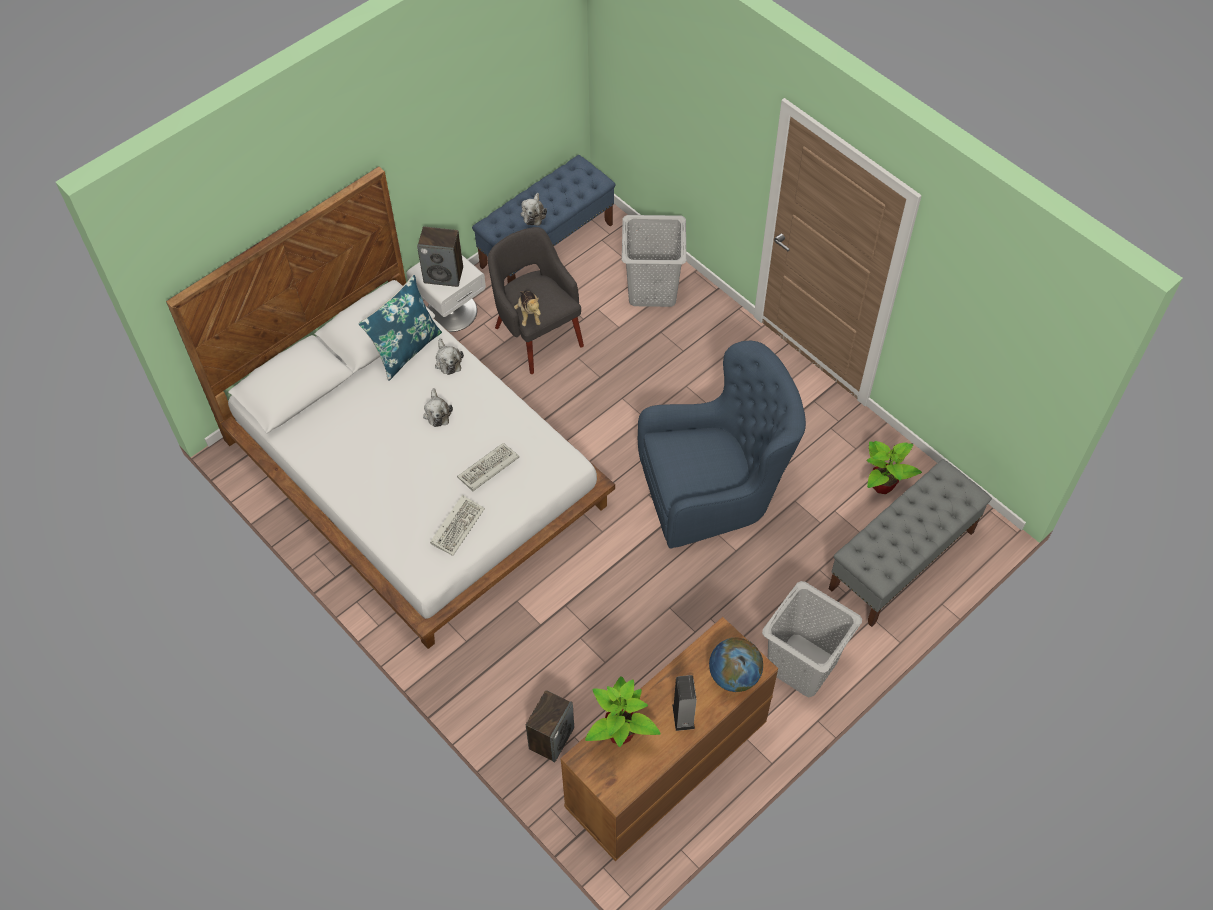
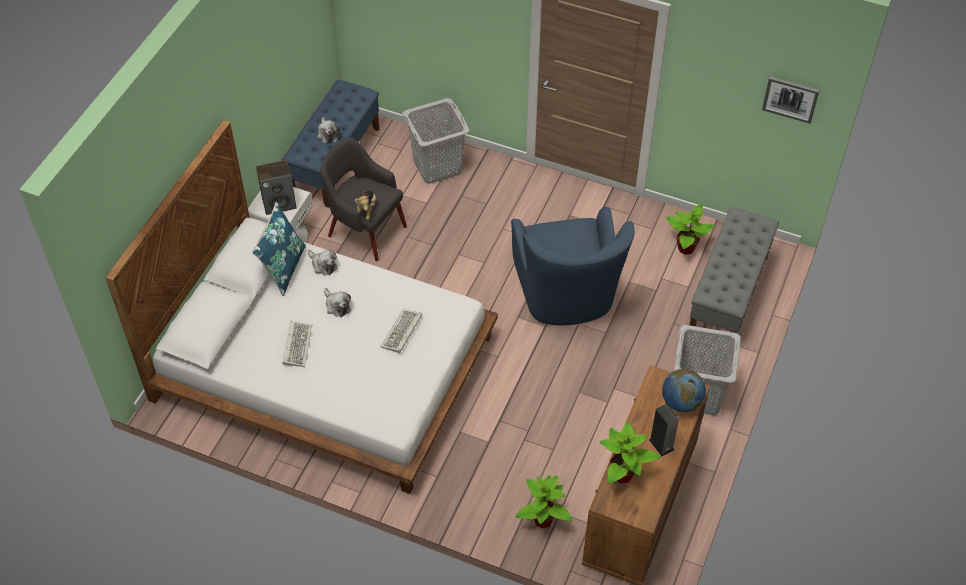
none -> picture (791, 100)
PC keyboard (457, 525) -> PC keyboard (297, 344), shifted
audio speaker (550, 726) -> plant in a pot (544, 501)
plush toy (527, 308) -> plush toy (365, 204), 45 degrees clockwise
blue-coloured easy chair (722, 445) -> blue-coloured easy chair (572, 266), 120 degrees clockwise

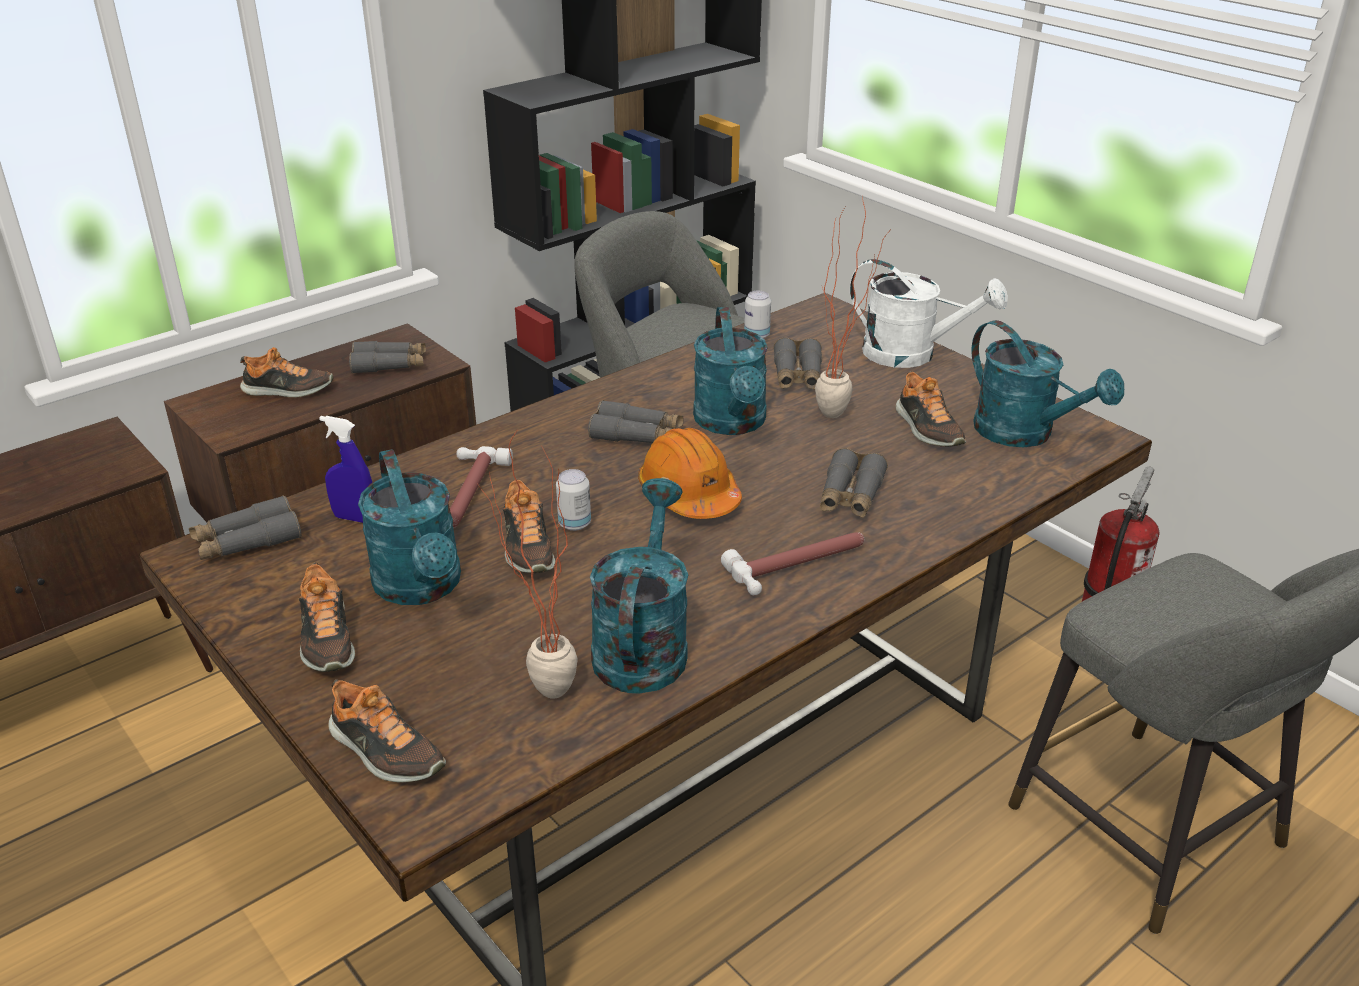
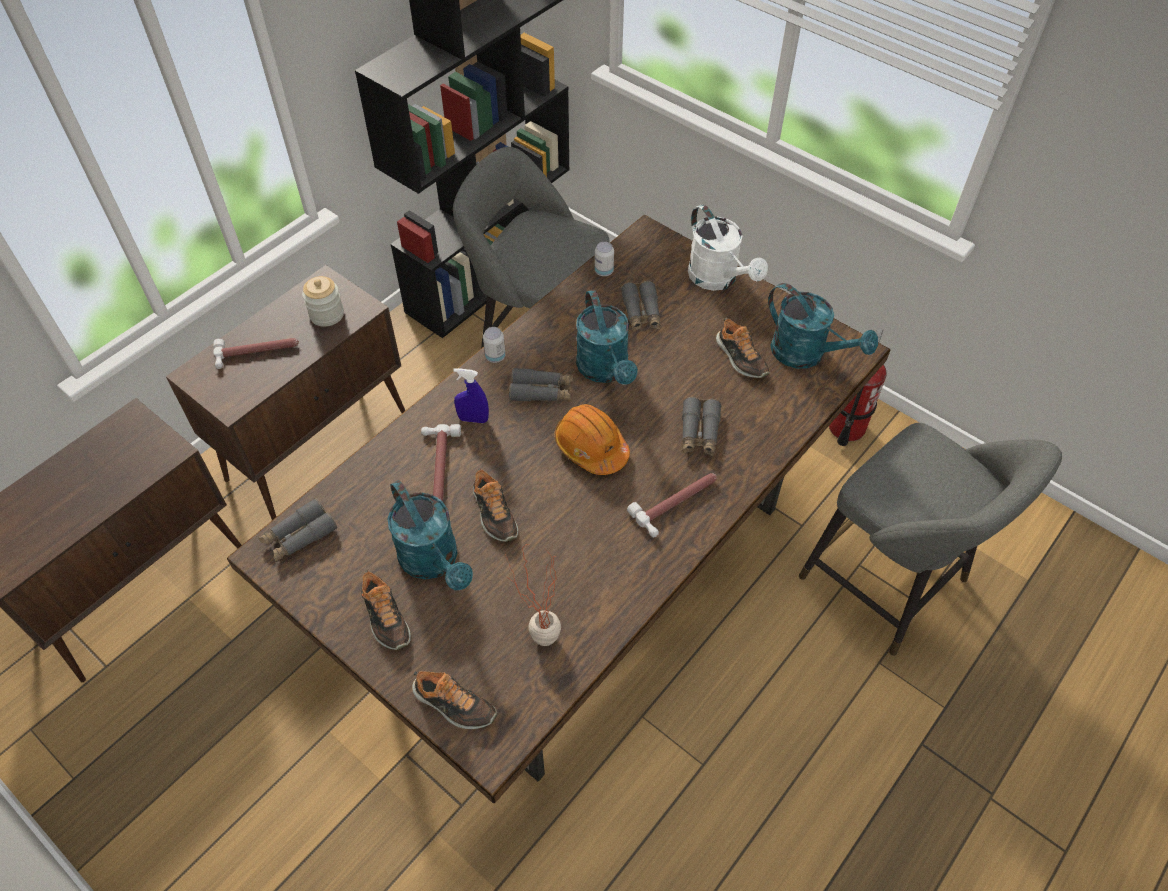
turquoise watering pot (639, 586) -> none
plant in a pot (852, 307) -> none
blue-coloured sprayer (345, 469) -> blue-coloured sprayer (471, 395), shifted
metal can (573, 500) -> metal can (494, 345), shifted
item of footwear (286, 372) -> hammer (256, 353)
grey field glasses (387, 357) -> storage jar (323, 301)
white-coloured watering pot (929, 313) -> white-coloured watering pot (728, 247), 45 degrees clockwise

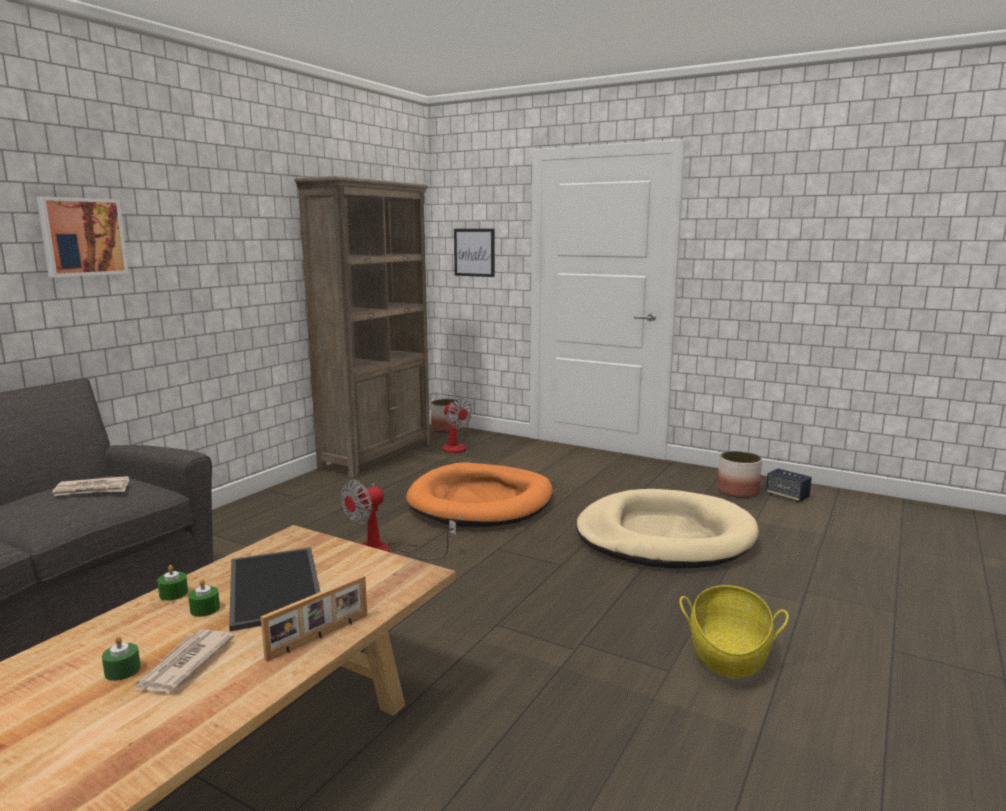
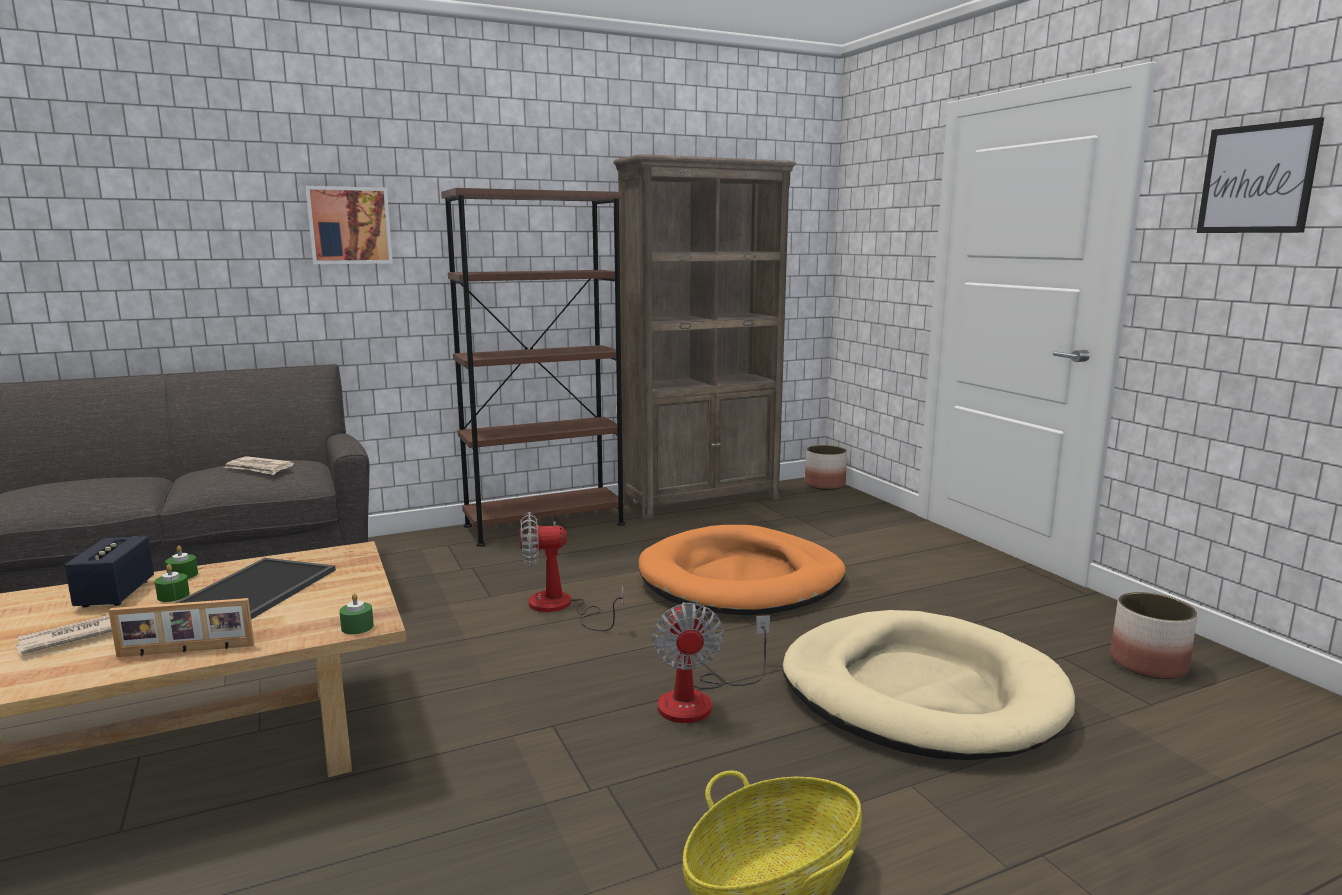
none -> brownish shelving unit (533, 367)
green-coloured wax light (121, 658) -> green-coloured wax light (356, 613), shifted
electric fan (457, 425) -> electric fan (711, 662), shifted
picture (474, 253) -> picture (1260, 175), shifted
audio speaker (789, 485) -> audio speaker (109, 572), shifted

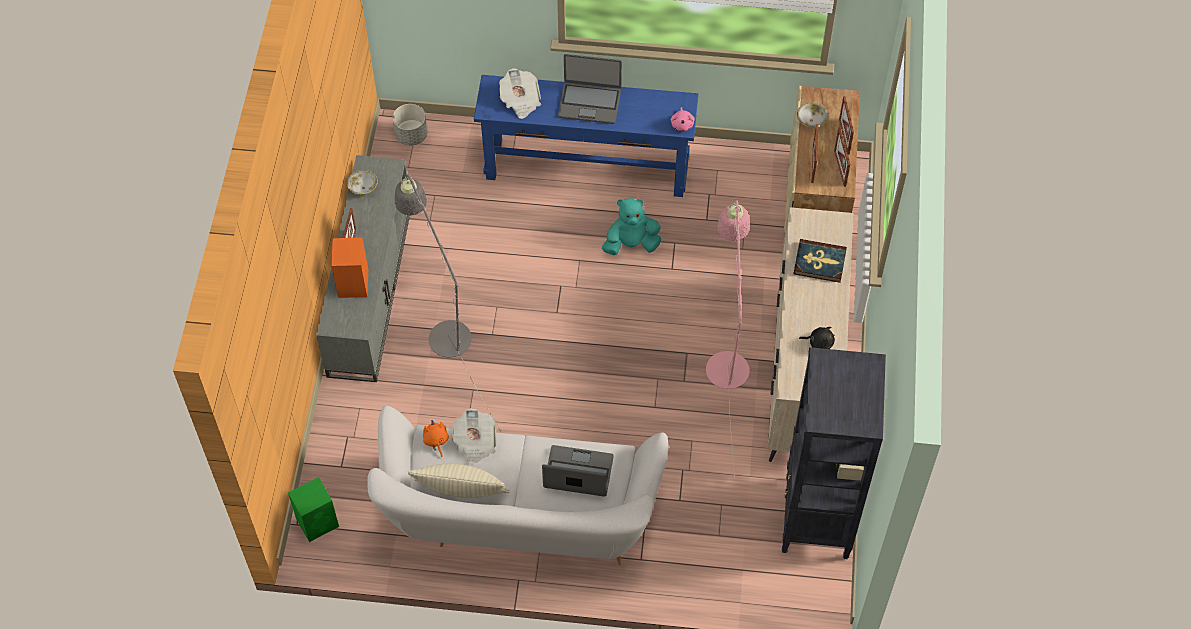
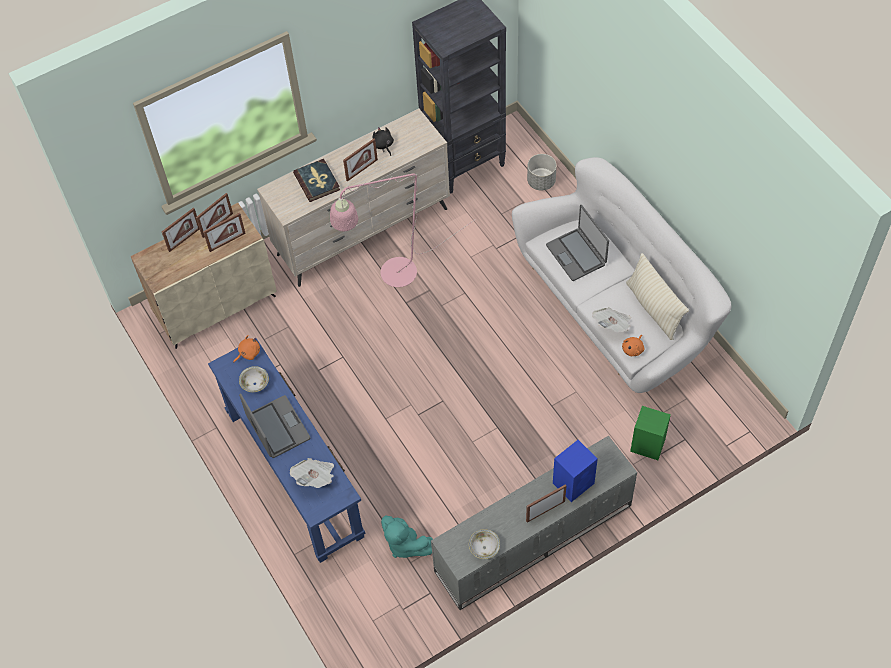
grey standing lamp (448, 303) -> none
none -> photo frame (360, 160)
green-coloured audio speaker (313, 509) -> green-coloured audio speaker (650, 433), shifted
grey flower pot (410, 125) -> grey flower pot (542, 172), shifted
turquoise plush toy (631, 226) -> turquoise plush toy (407, 536), shifted
bowl (812, 115) -> bowl (254, 379), shifted
orange audio speaker (349, 268) -> blue-coloured audio speaker (575, 471)
pink plush toy (683, 119) -> orange plush toy (246, 349)

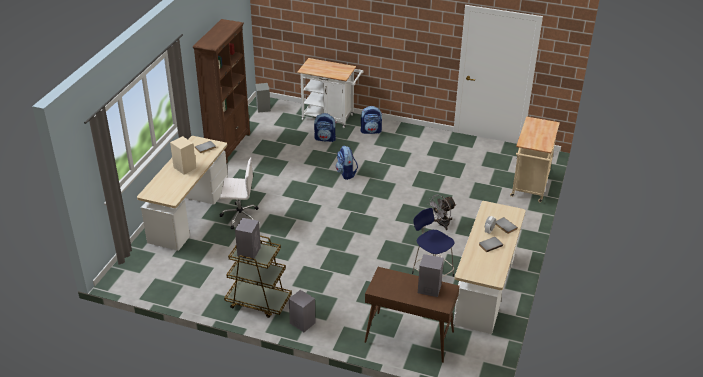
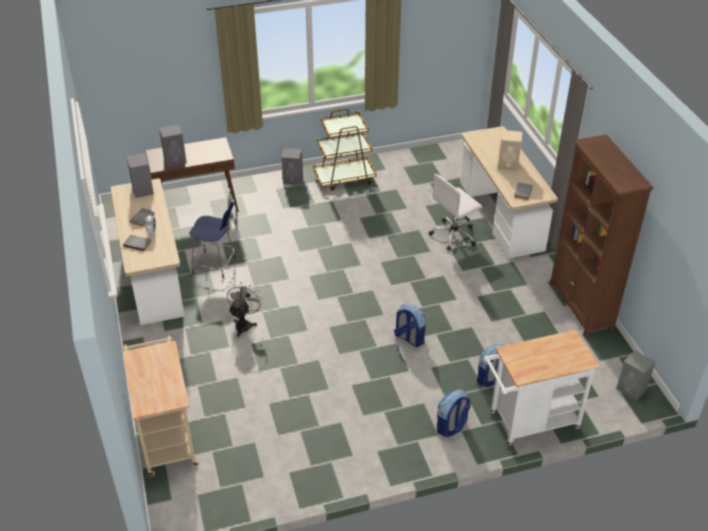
grey audio speaker (248, 239) -> grey audio speaker (140, 175), shifted

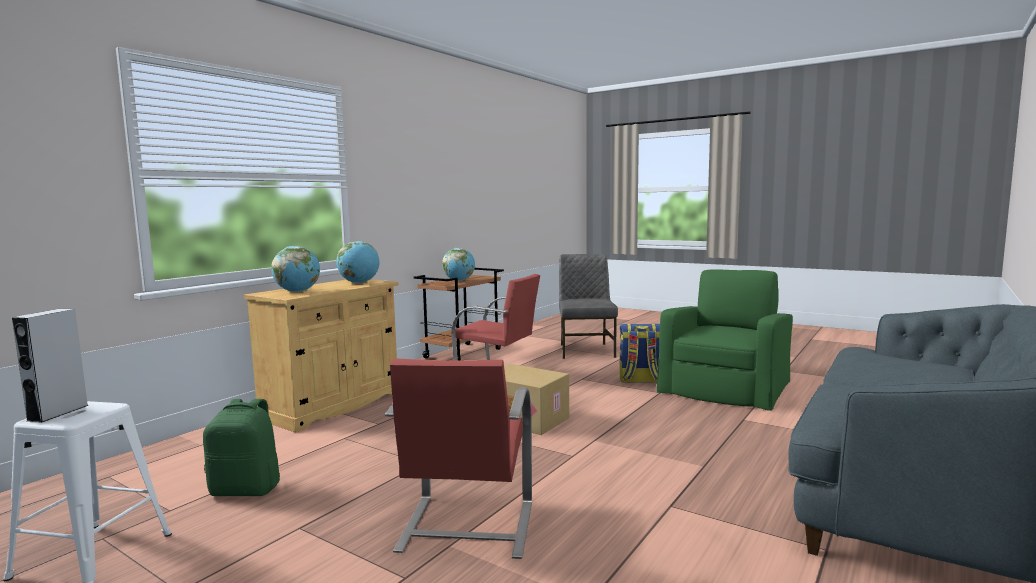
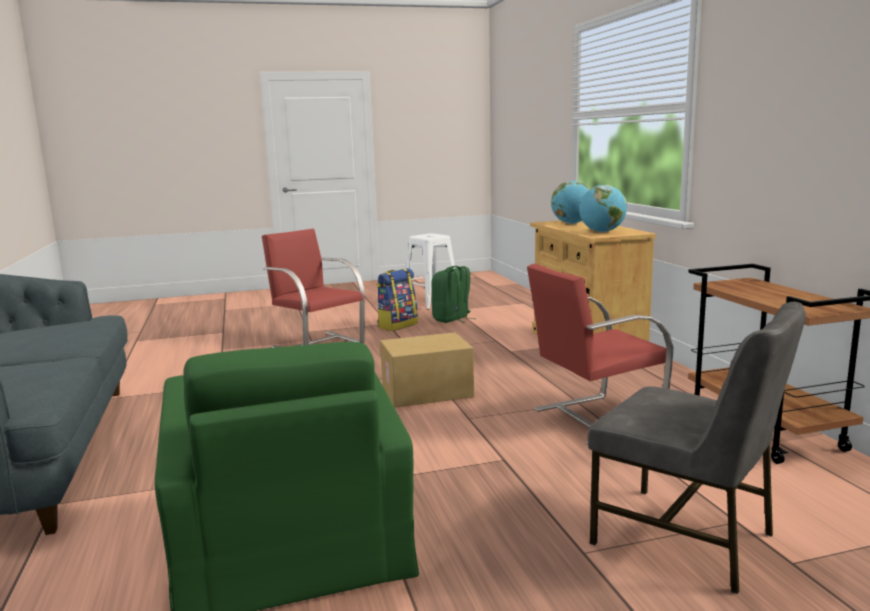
grey audio speaker (50, 365) -> none
desk globe (458, 264) -> none
knapsack (639, 353) -> knapsack (397, 299), shifted

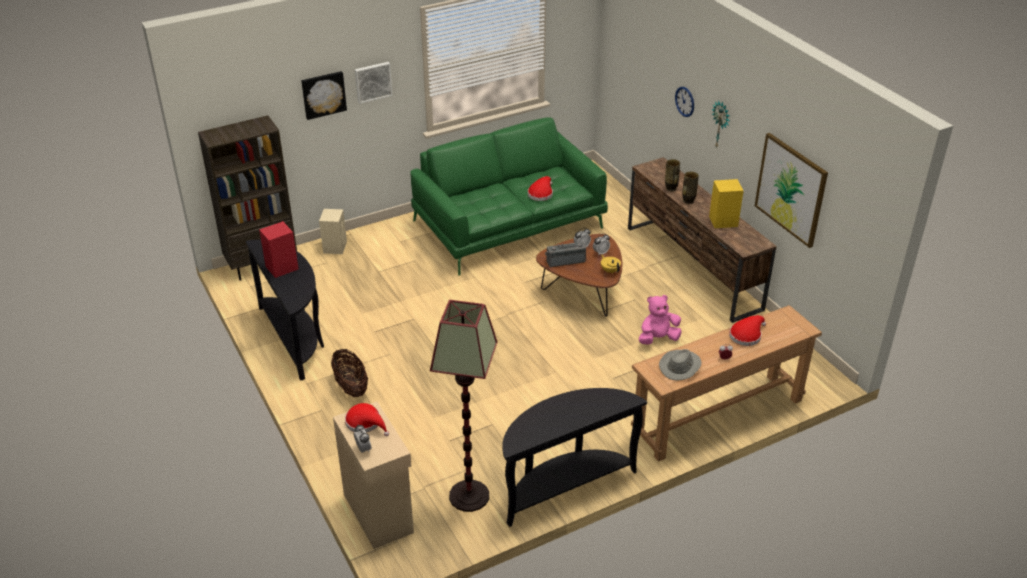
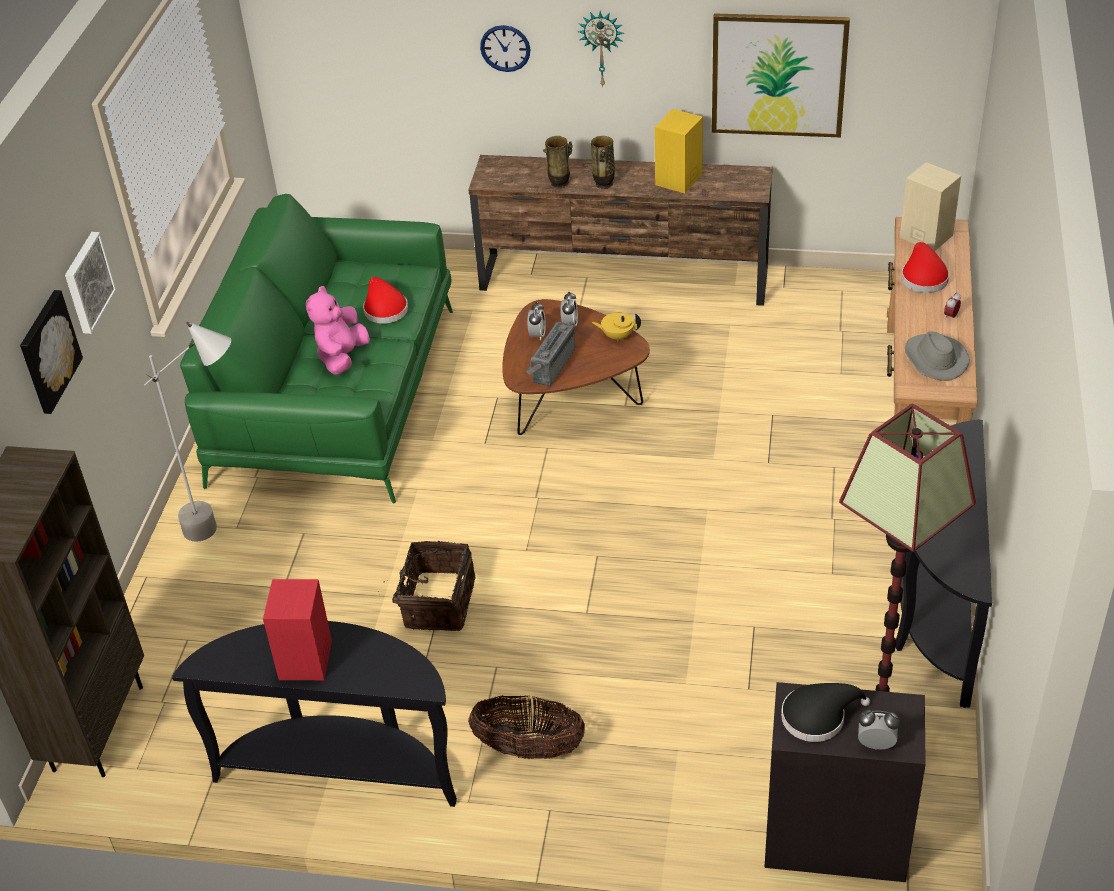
none -> grey standing lamp (187, 431)
none -> household basket (426, 586)
beige audio speaker (333, 231) -> beige audio speaker (930, 207), shifted
pink plush toy (660, 320) -> pink plush toy (338, 330), shifted
beige cupboard (373, 475) -> black cupboard (845, 782)
reddish clothing hat (367, 419) -> black clothing hat (825, 712)

